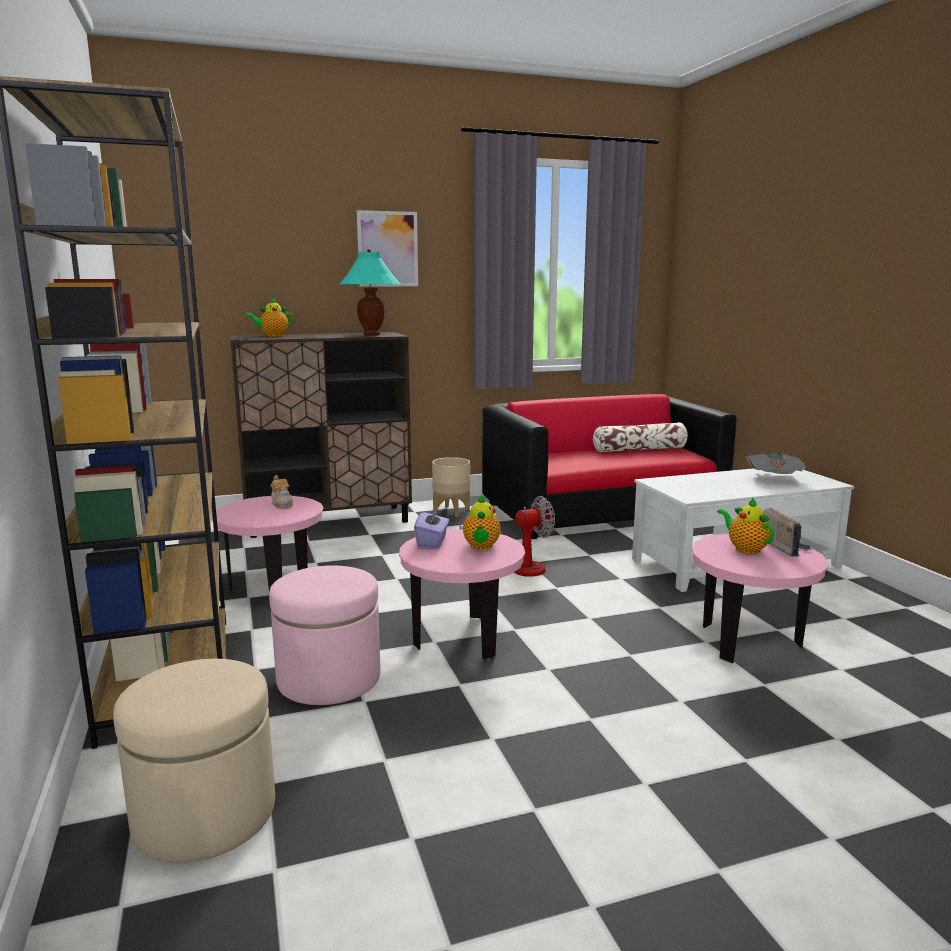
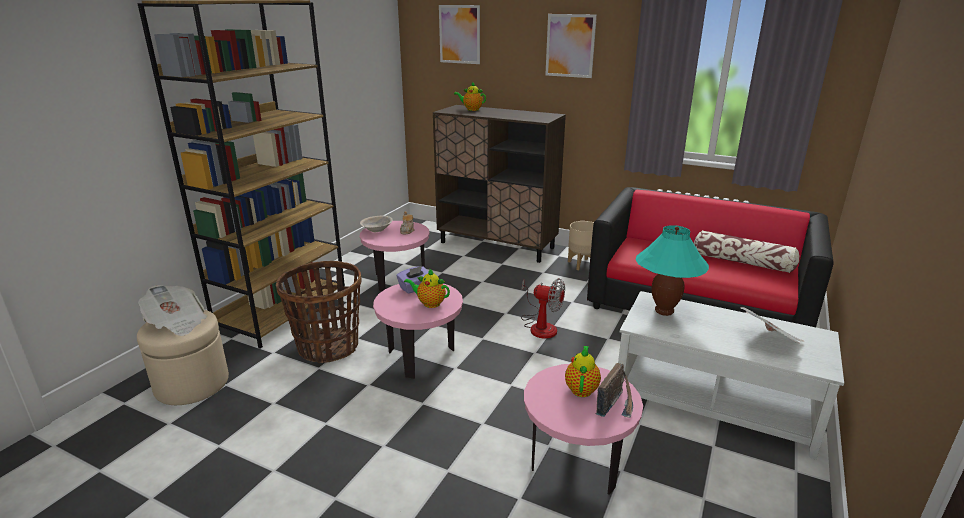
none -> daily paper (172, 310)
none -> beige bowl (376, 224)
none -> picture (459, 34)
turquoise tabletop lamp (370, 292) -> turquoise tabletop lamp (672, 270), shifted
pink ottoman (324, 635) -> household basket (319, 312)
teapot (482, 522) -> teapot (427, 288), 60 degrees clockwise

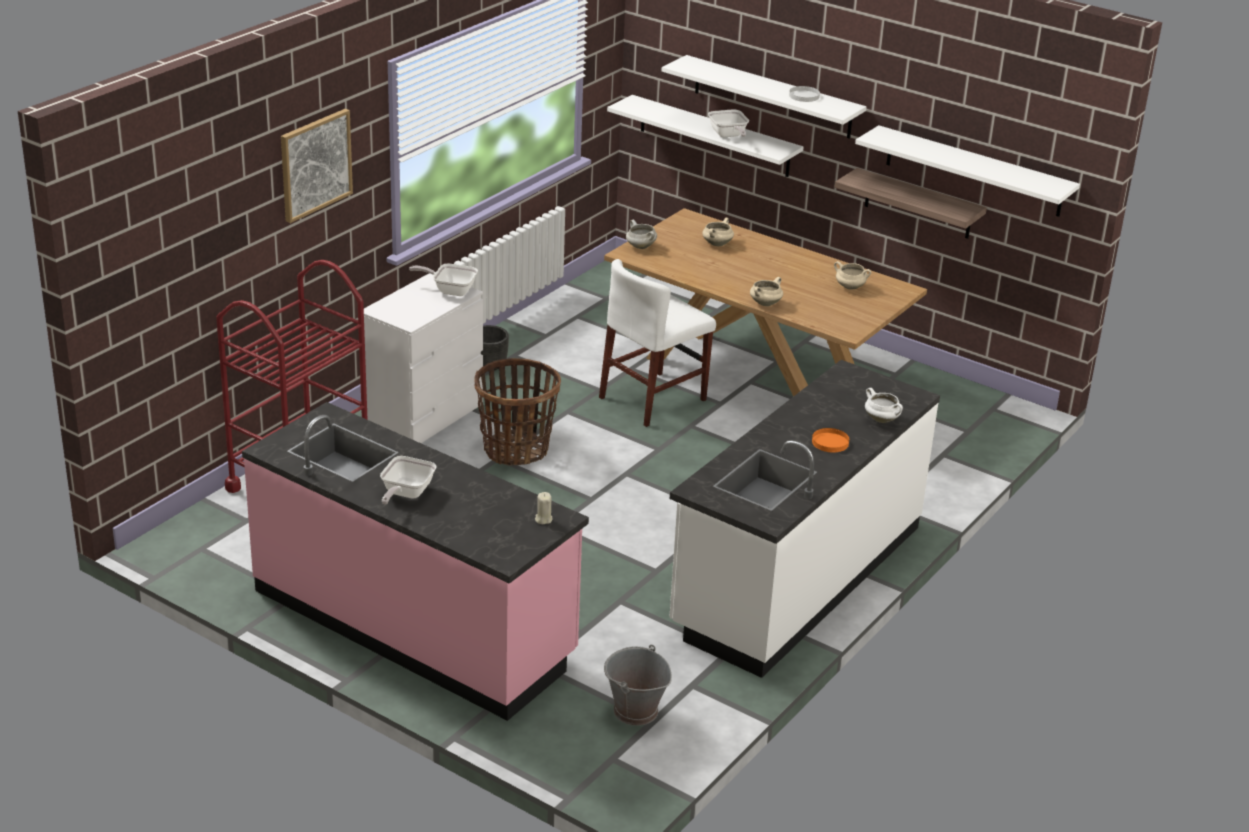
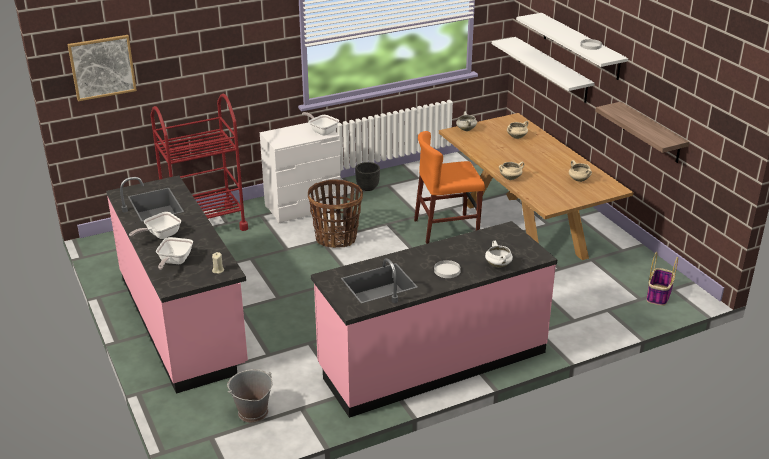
white-coloured wall shelf (967, 171) -> none
none -> household basket (662, 279)
picture (317, 166) -> picture (102, 68), shifted
frying pan (728, 123) -> frying pan (174, 253), shifted
white-coloured plain chair (657, 343) -> orange plain chair (449, 187)
white-coloured kitchen base unit (805, 519) -> pink kitchen base unit (434, 319)
orange dinner plate (830, 440) -> white-coloured dinner plate (447, 269)

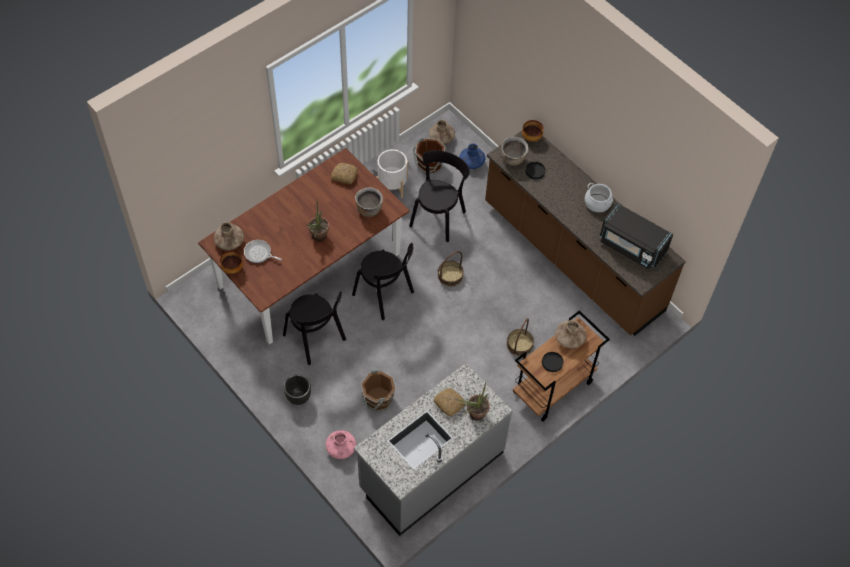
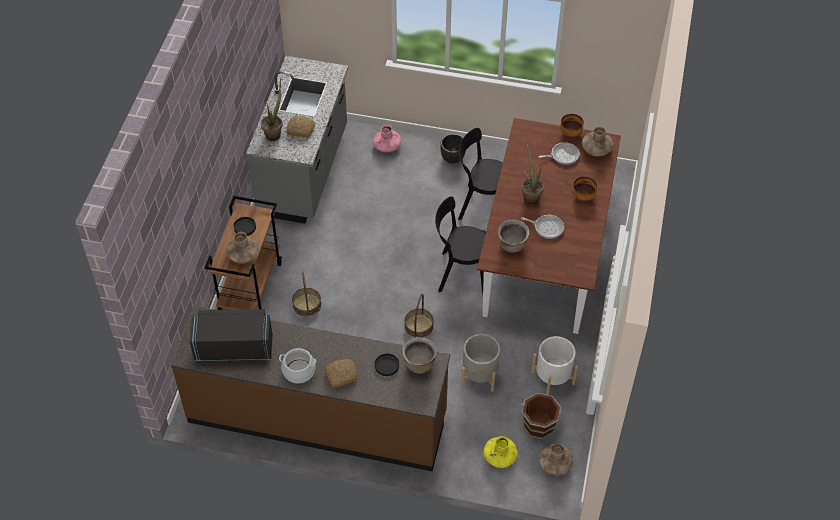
brownish bucket (378, 390) -> none
none -> frying pan (542, 227)
baked bread (344, 173) -> baked bread (341, 373), shifted
bowl (533, 131) -> bowl (585, 189), shifted
black plain chair (439, 196) -> grey flower pot (480, 363)
blue-coloured flower vase (472, 156) -> yellow-coloured flower vase (500, 452)

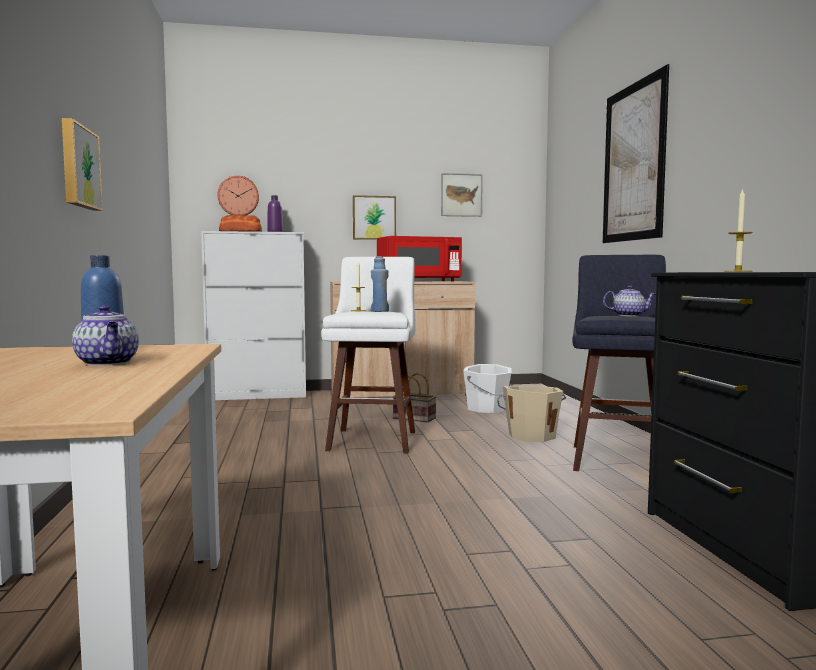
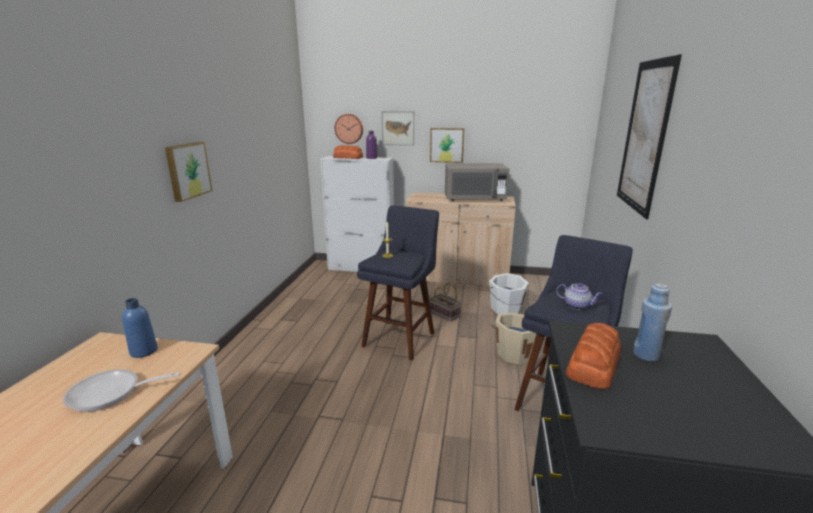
blue-coloured bottle (380, 284) -> blue-coloured bottle (652, 322), shifted
picture (462, 195) -> picture (398, 128), shifted
teapot (105, 335) -> frying pan (122, 390)
wax light (738, 230) -> baked bread (593, 356)
white-coloured sitting stool (368, 355) -> blue-coloured sitting stool (398, 282)
reddish microwave oven (419, 258) -> grey microwave oven (477, 182)

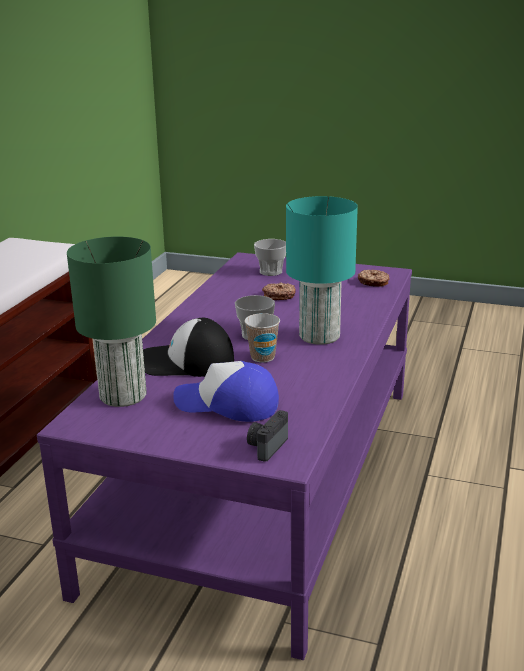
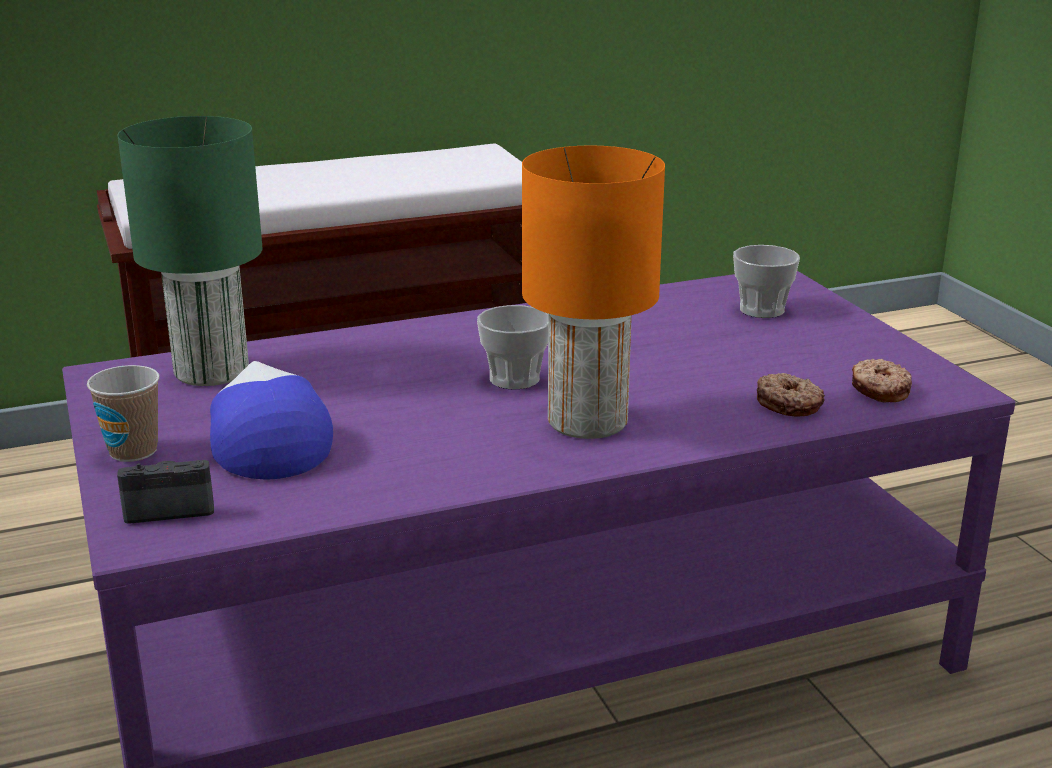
peaked cap (188, 347) -> none
small cup (262, 337) -> small cup (123, 413), shifted
donut (279, 291) -> donut (791, 395), shifted
turquoise tabletop lamp (322, 270) -> orange tabletop lamp (593, 292)

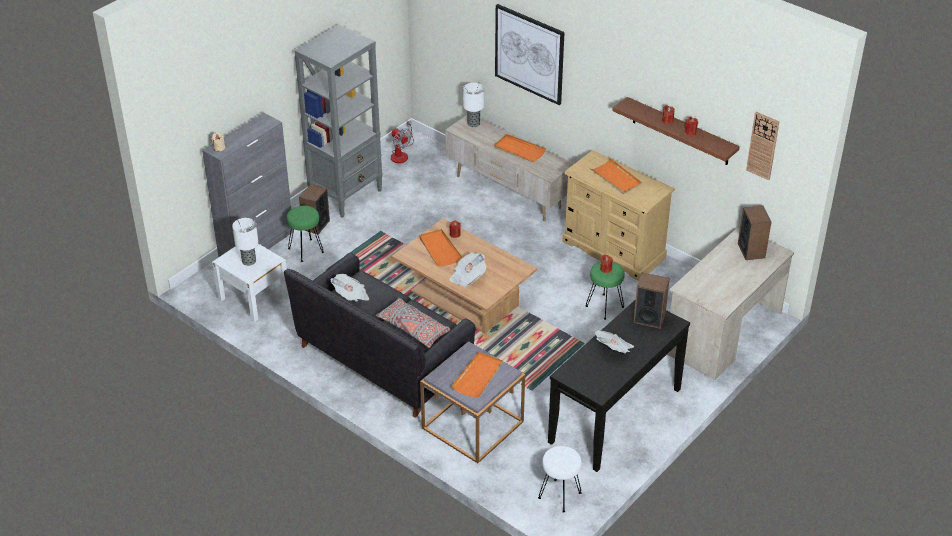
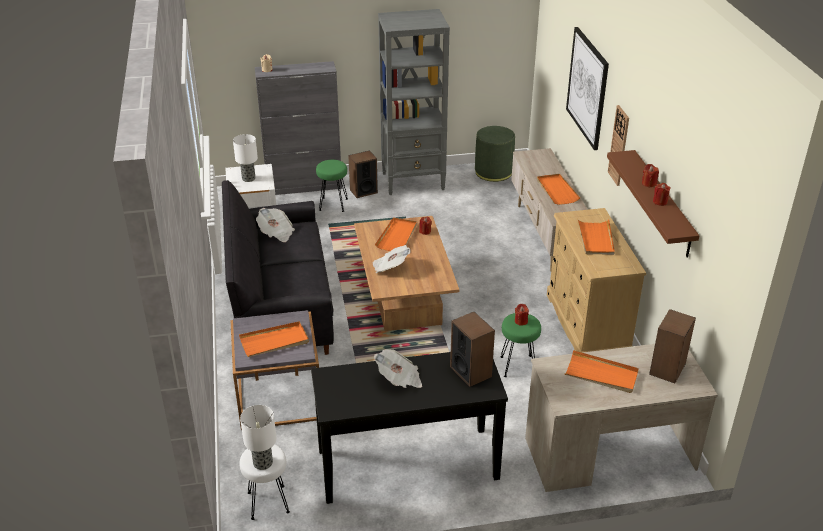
grey throw pillow (413, 323) -> none
none -> orange serving tray (602, 371)
tabletop lamp (473, 105) -> tabletop lamp (258, 437), shifted
clock on the wall (762, 146) -> clock on the wall (618, 145), shifted
electric fan (402, 141) -> green-coloured ottoman (495, 154)

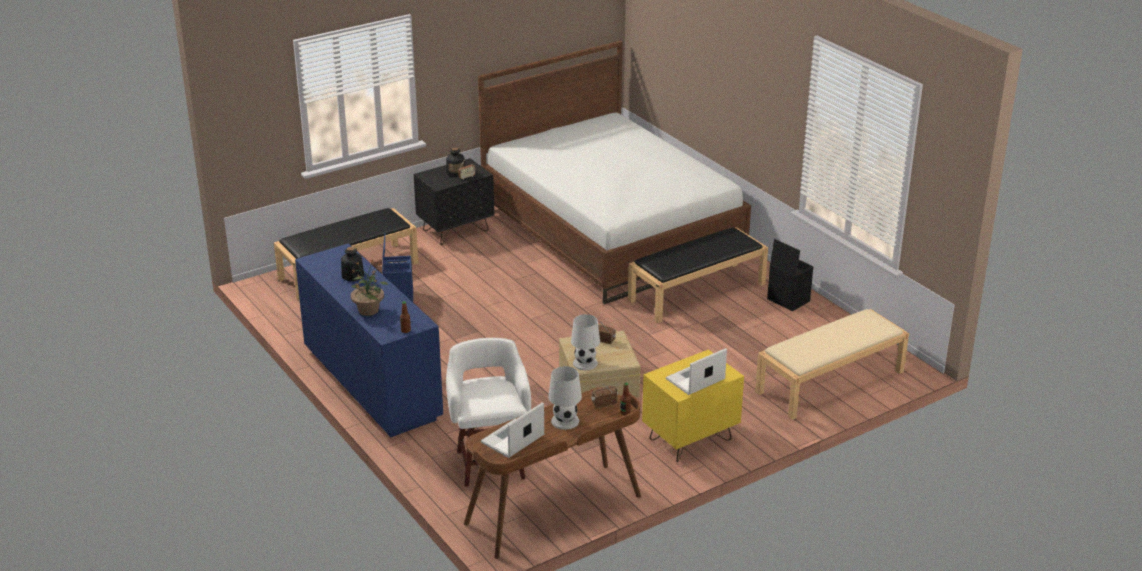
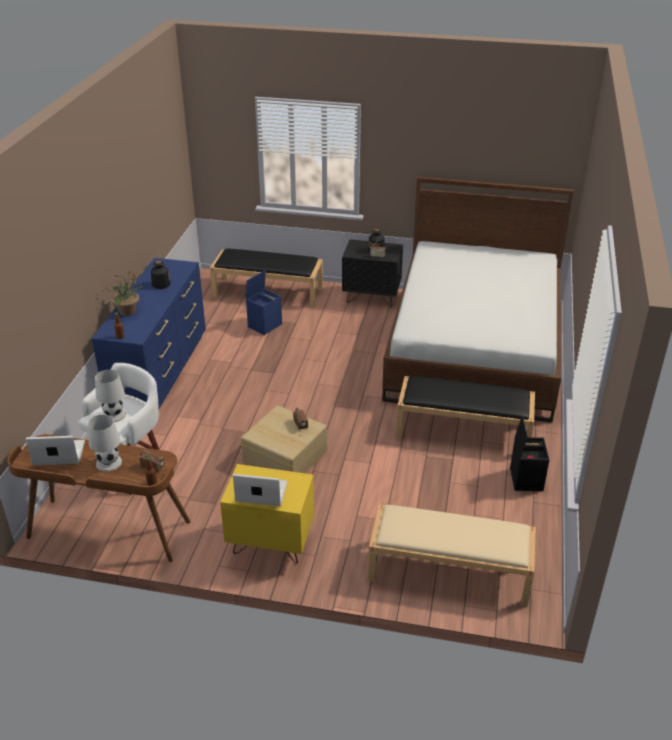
white-coloured tabletop lamp (585, 342) -> white-coloured tabletop lamp (110, 395), shifted

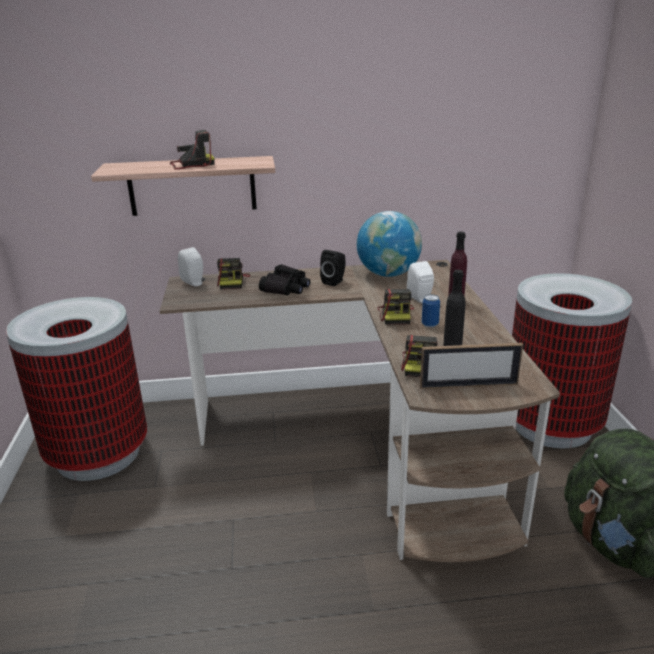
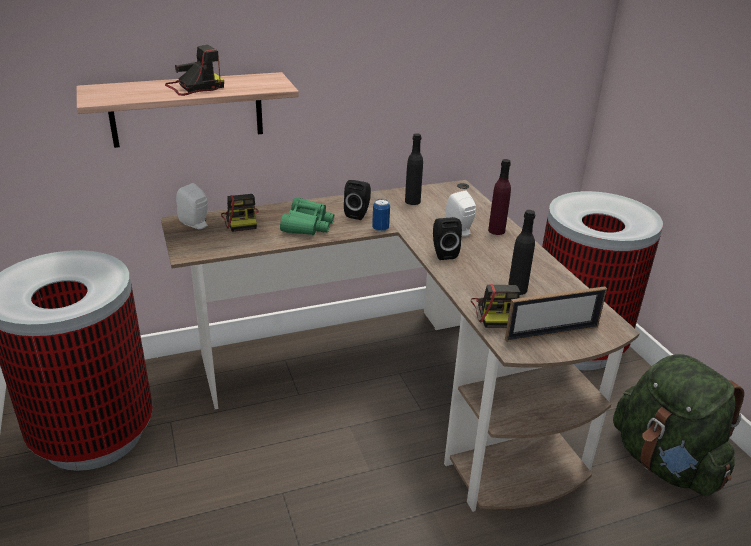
metal can (431, 311) -> metal can (381, 215), shifted
desk globe (389, 244) -> black bottle (414, 169)
still camera (395, 307) -> black audio speaker (447, 238)
black field glasses (285, 280) -> green-coloured field glasses (307, 216)

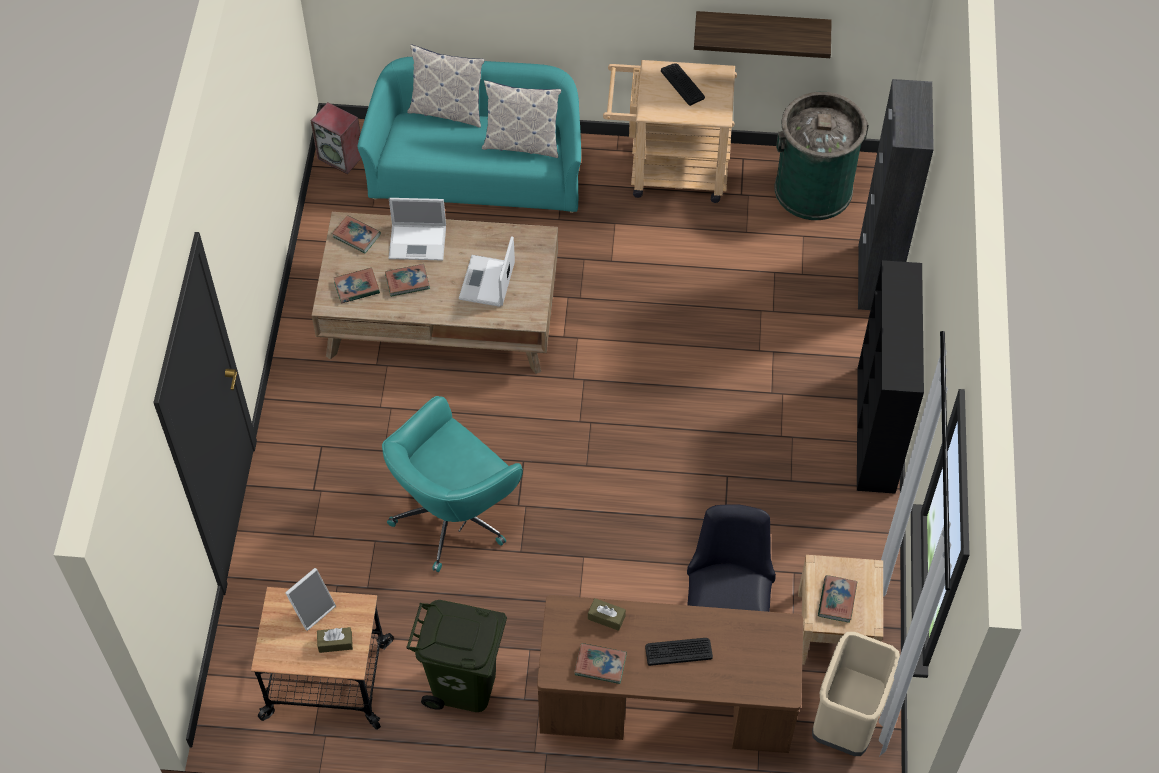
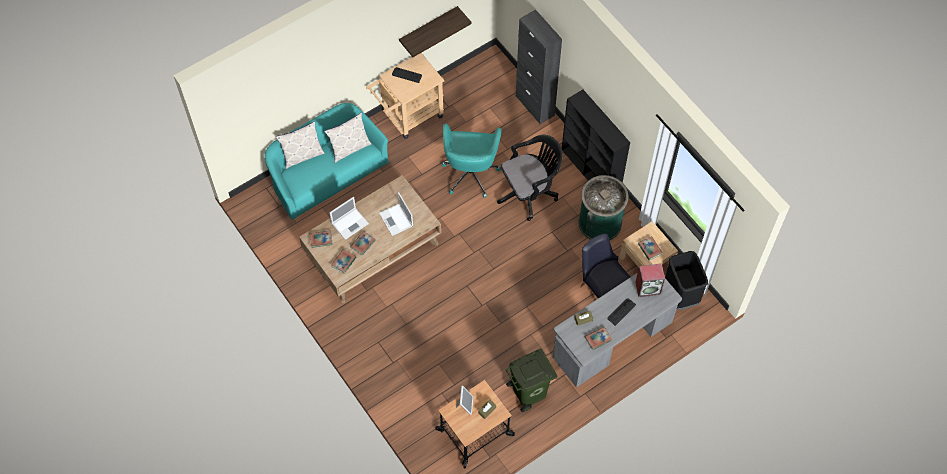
none -> black desk chair (530, 178)
audio speaker (336, 138) -> audio speaker (650, 280), shifted
turquoise desk chair (452, 484) -> turquoise desk chair (472, 160), shifted
green-coloured trash can (821, 156) -> green-coloured trash can (603, 207), shifted
brownish desk table (670, 674) -> grey desk table (617, 325)
beige trash can (856, 694) -> black trash can (686, 280)

